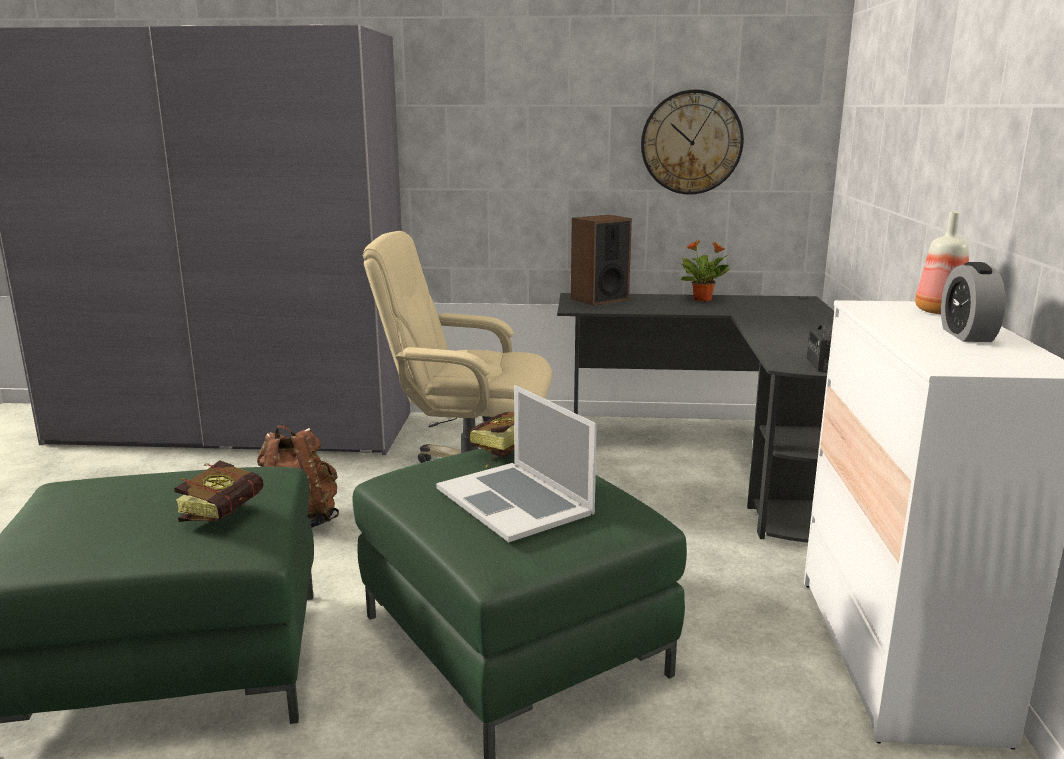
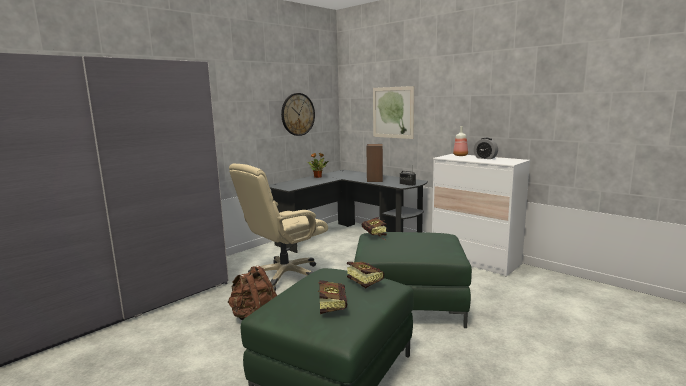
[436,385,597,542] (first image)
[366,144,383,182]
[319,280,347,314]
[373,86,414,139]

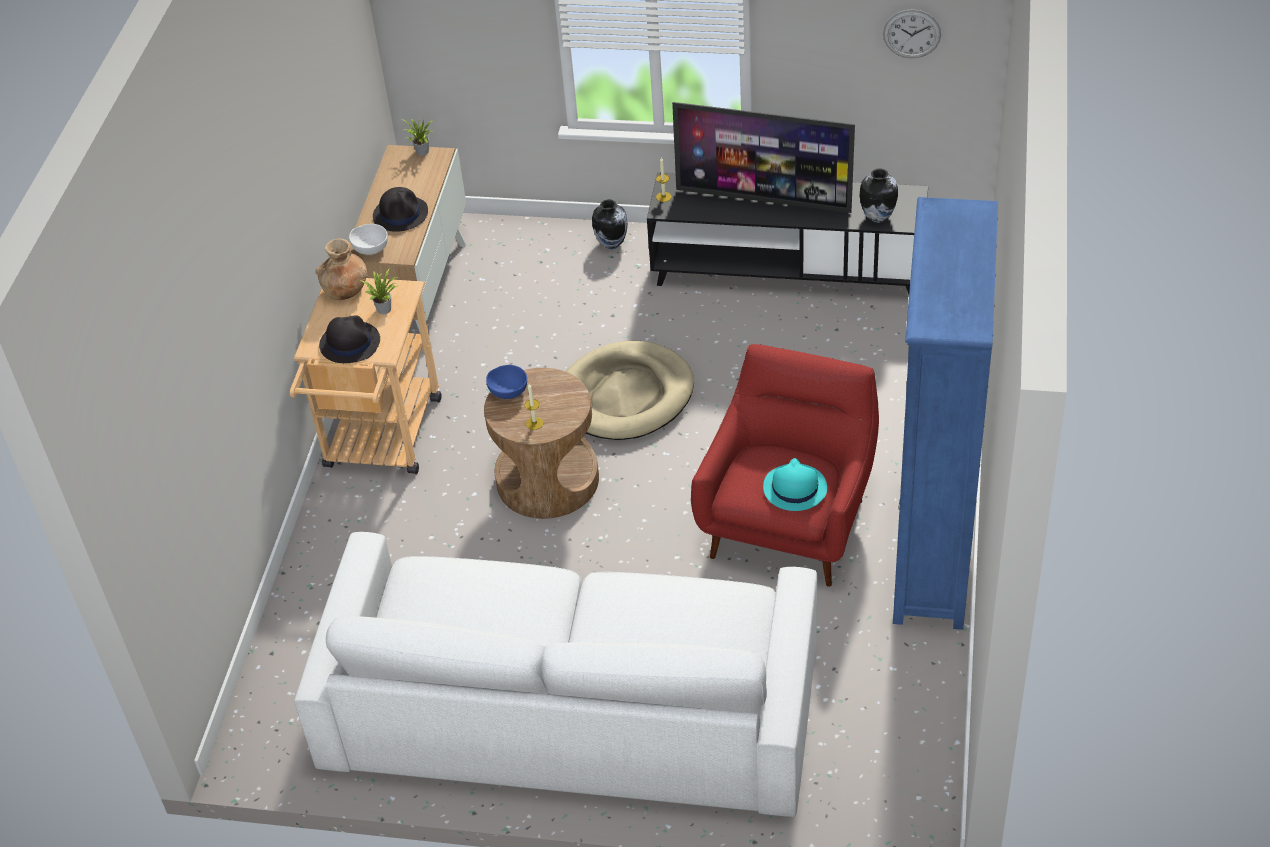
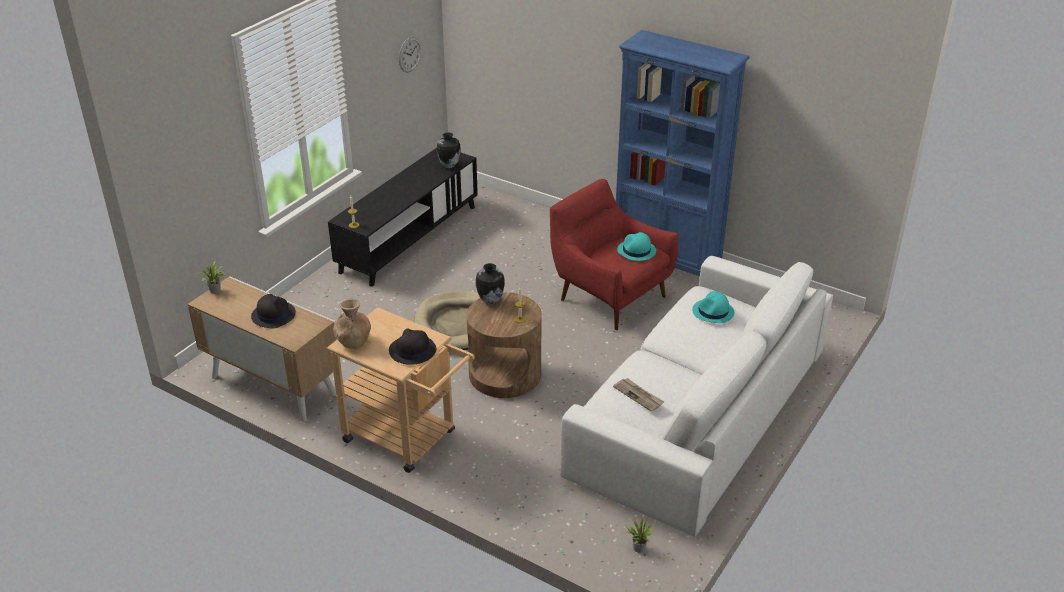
[349,224,388,255] (first image)
[625,513,658,553]
[486,365,527,399] (first image)
[476,263,505,305]
[672,102,855,213] (first image)
[613,378,664,412]
[692,291,734,323]

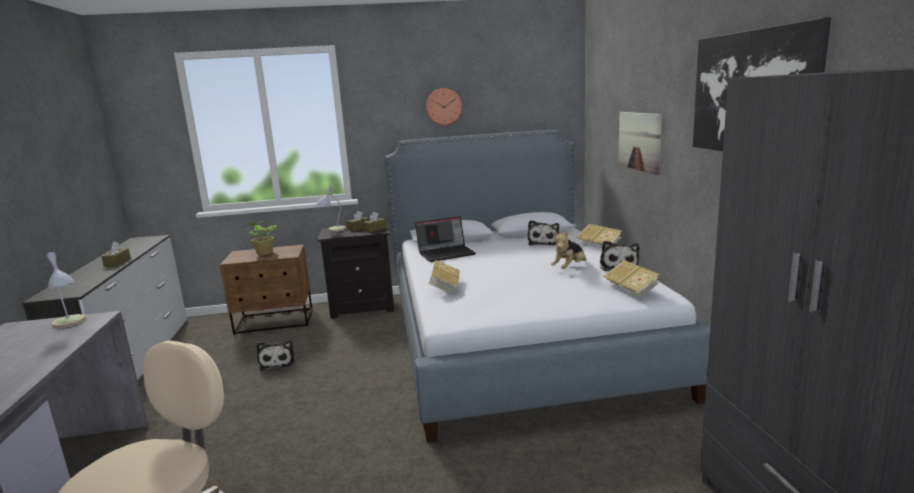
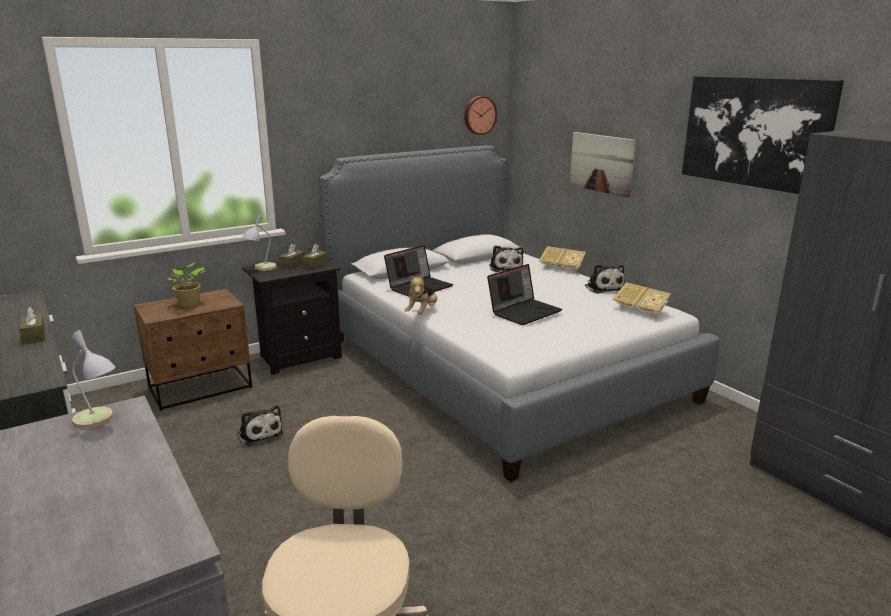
[464,96,497,135]
[428,260,460,294] (first image)
[405,274,437,315]
[487,264,562,325]

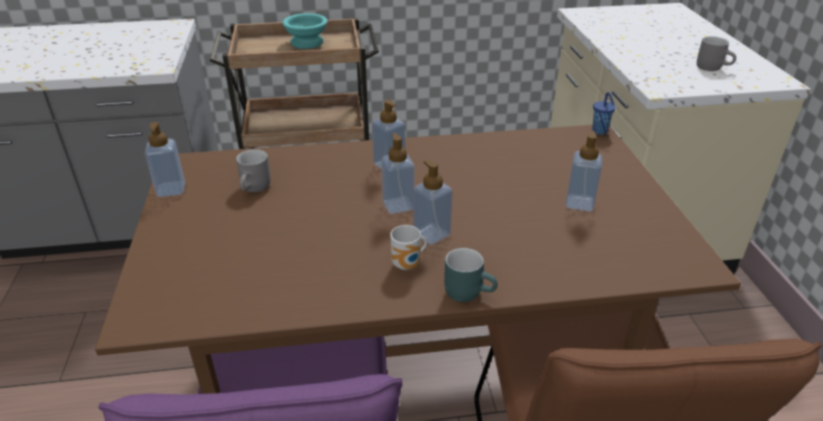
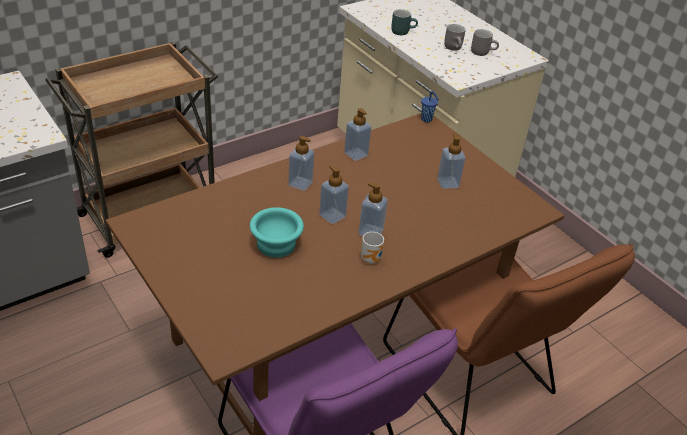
[344,108,371,161]
[444,24,466,51]
[250,207,304,258]
[391,9,418,35]

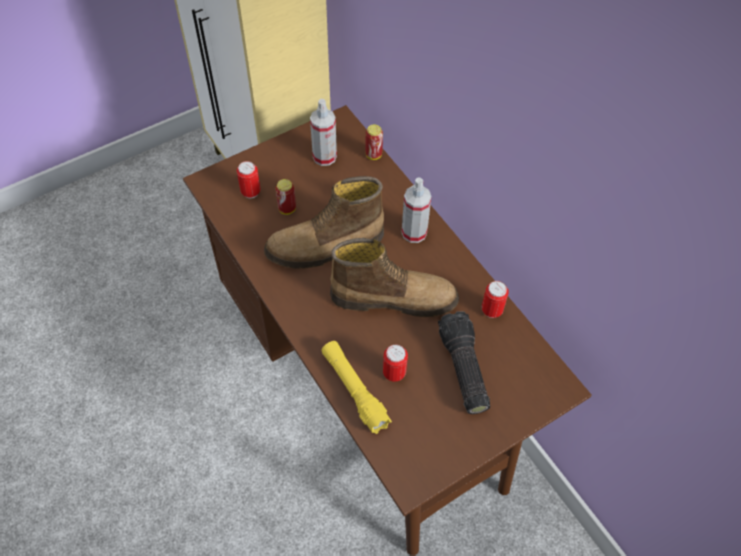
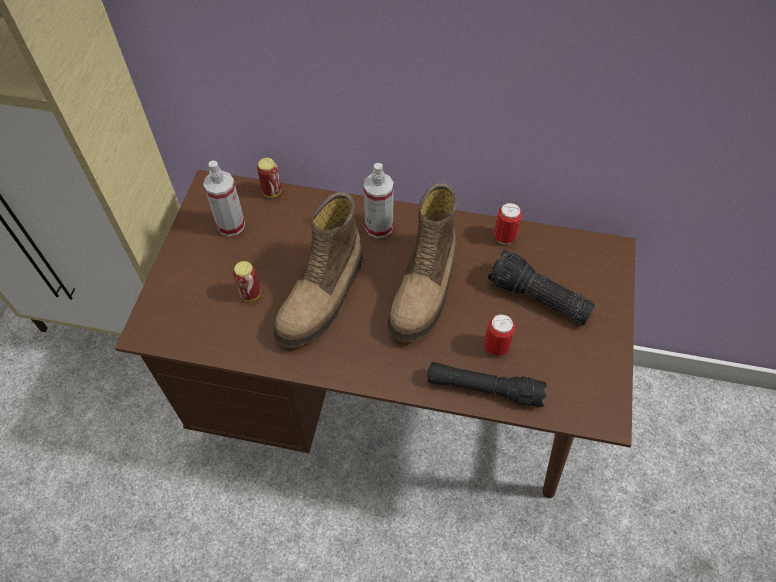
[237,161,261,198] (first image)
[427,362,547,407]
[387,183,457,342]

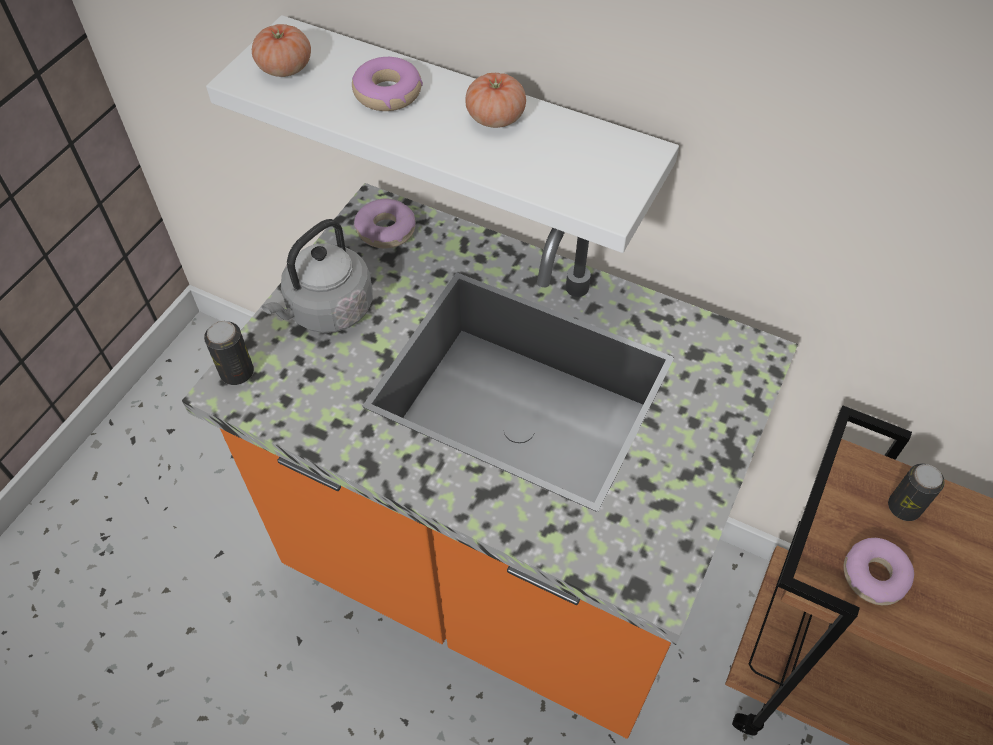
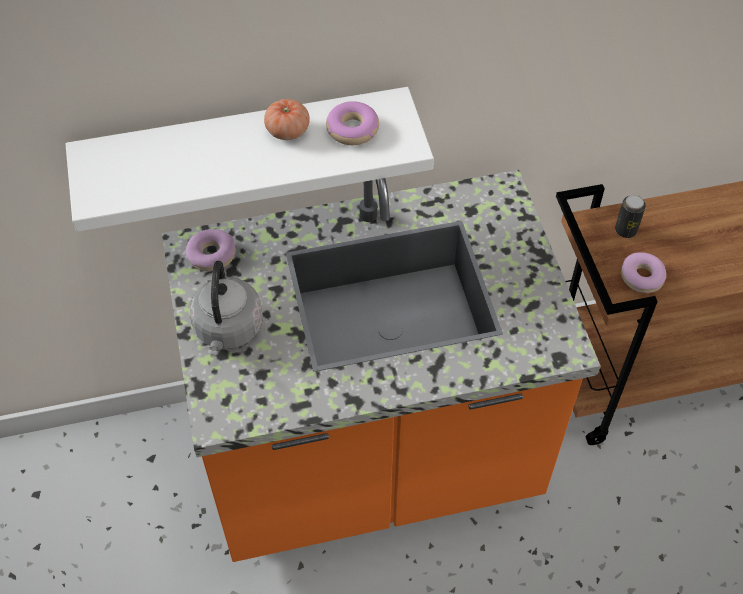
[204,321,254,385] (first image)
[252,24,311,77] (first image)
[326,101,379,145]

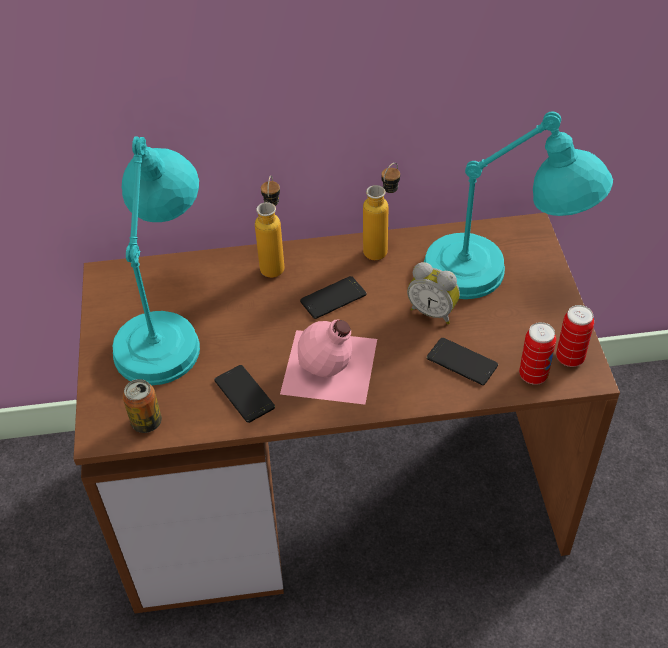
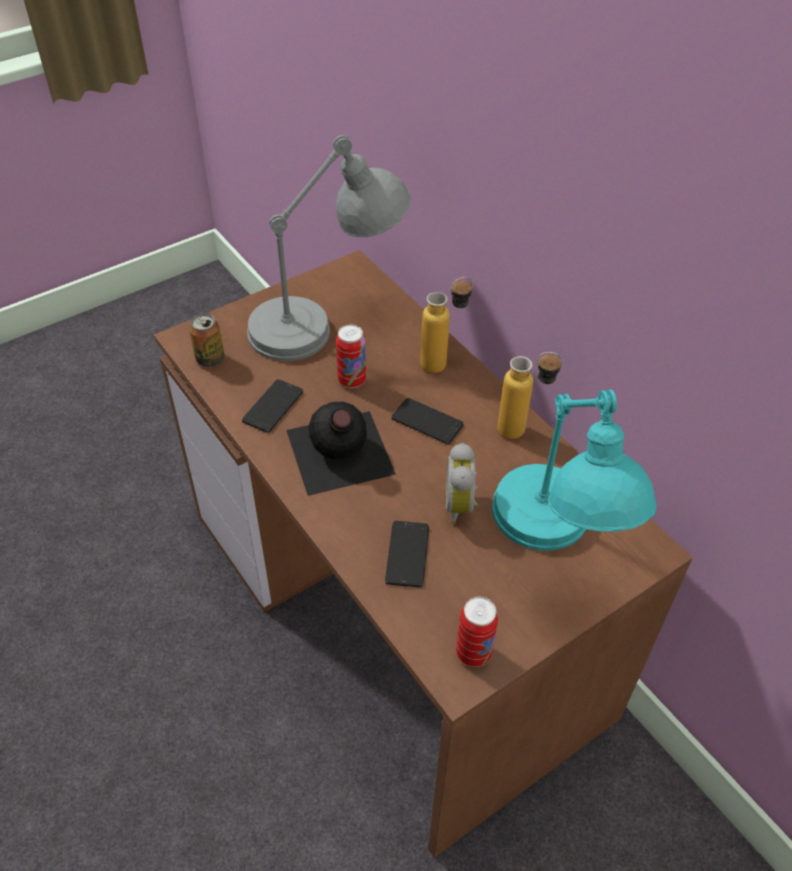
[247,135,411,361]
[286,401,396,496]
[336,324,366,388]

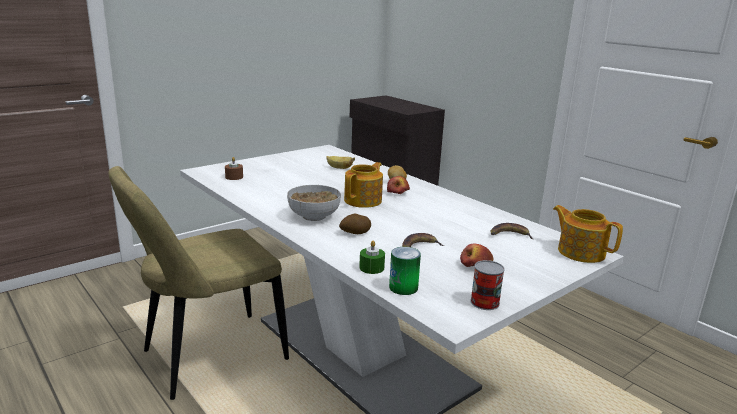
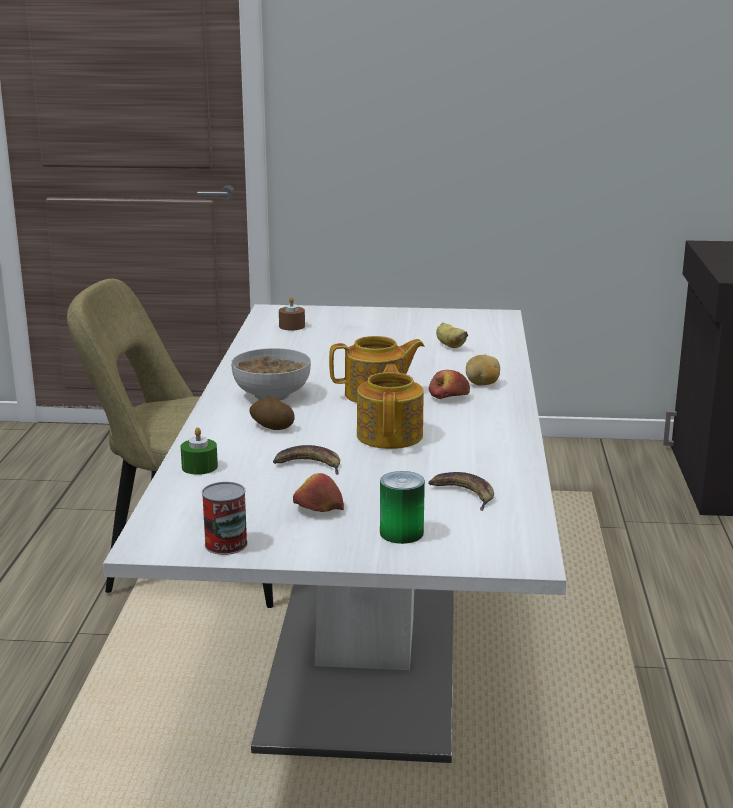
[380,471,425,544]
[357,364,424,449]

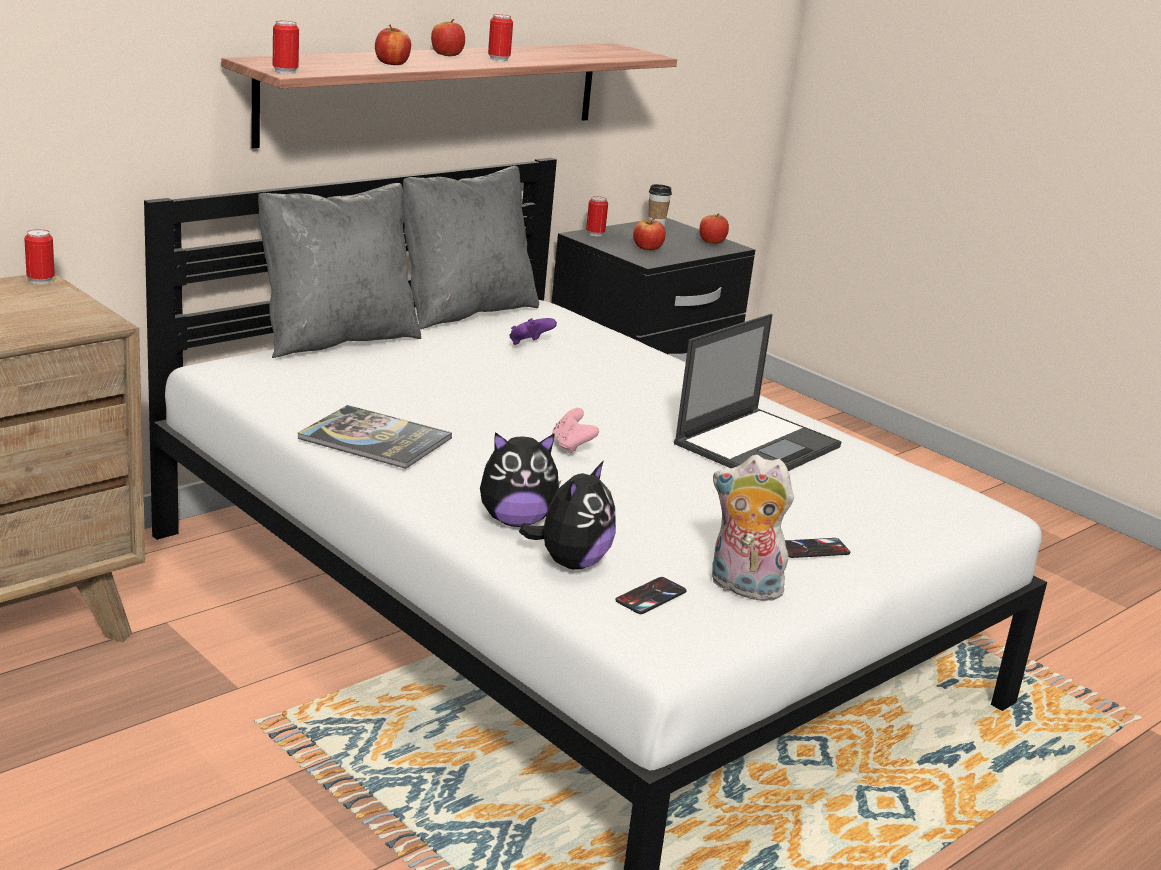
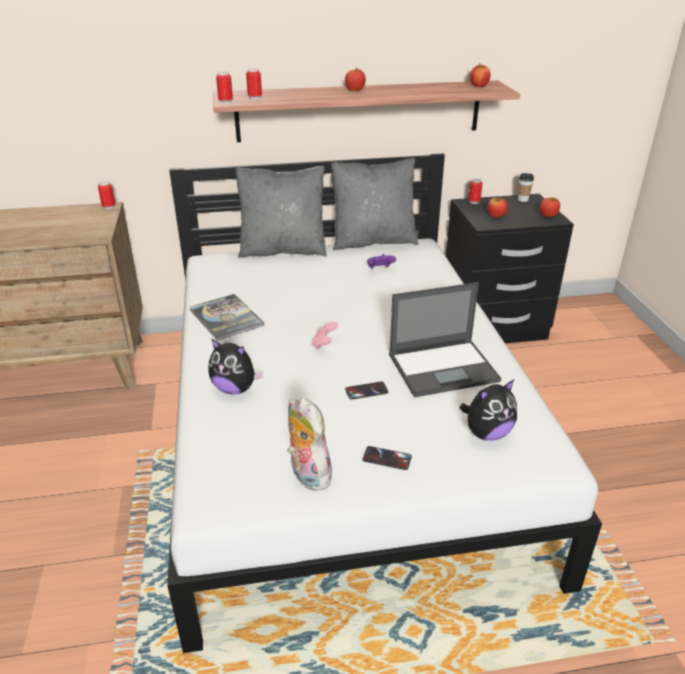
[470,63,491,87]
[246,69,262,99]
[459,380,517,441]
[345,381,388,400]

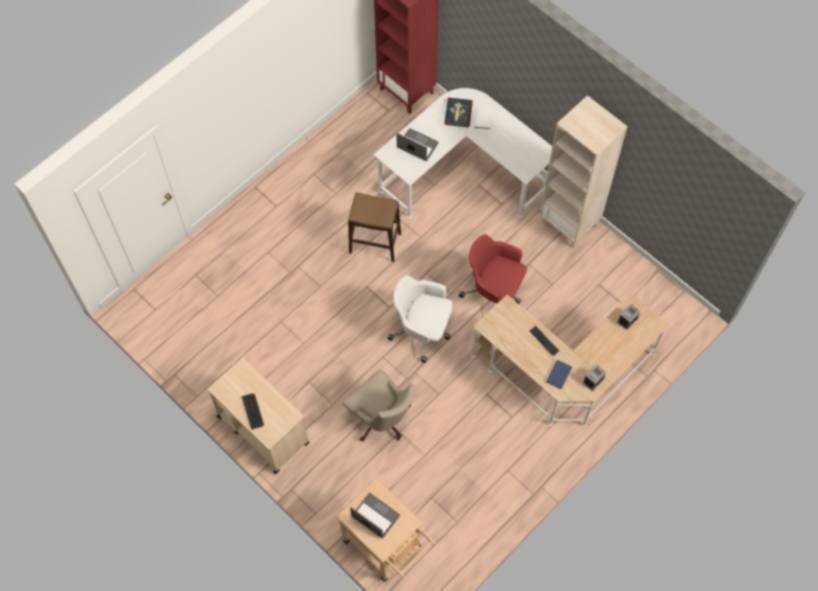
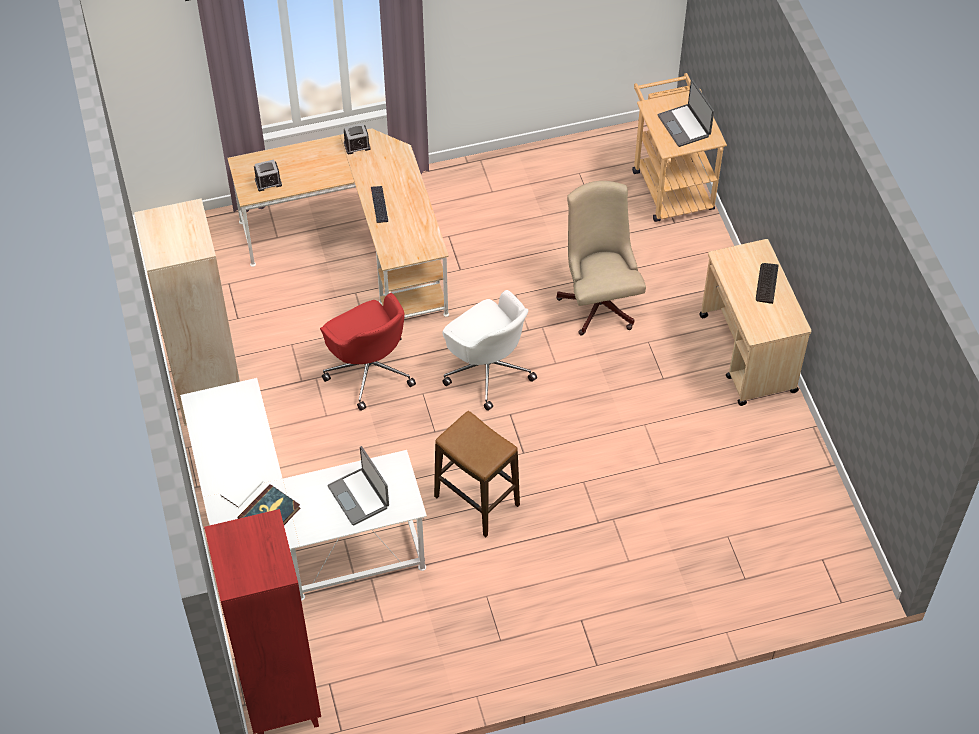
[546,360,572,389] (first image)

